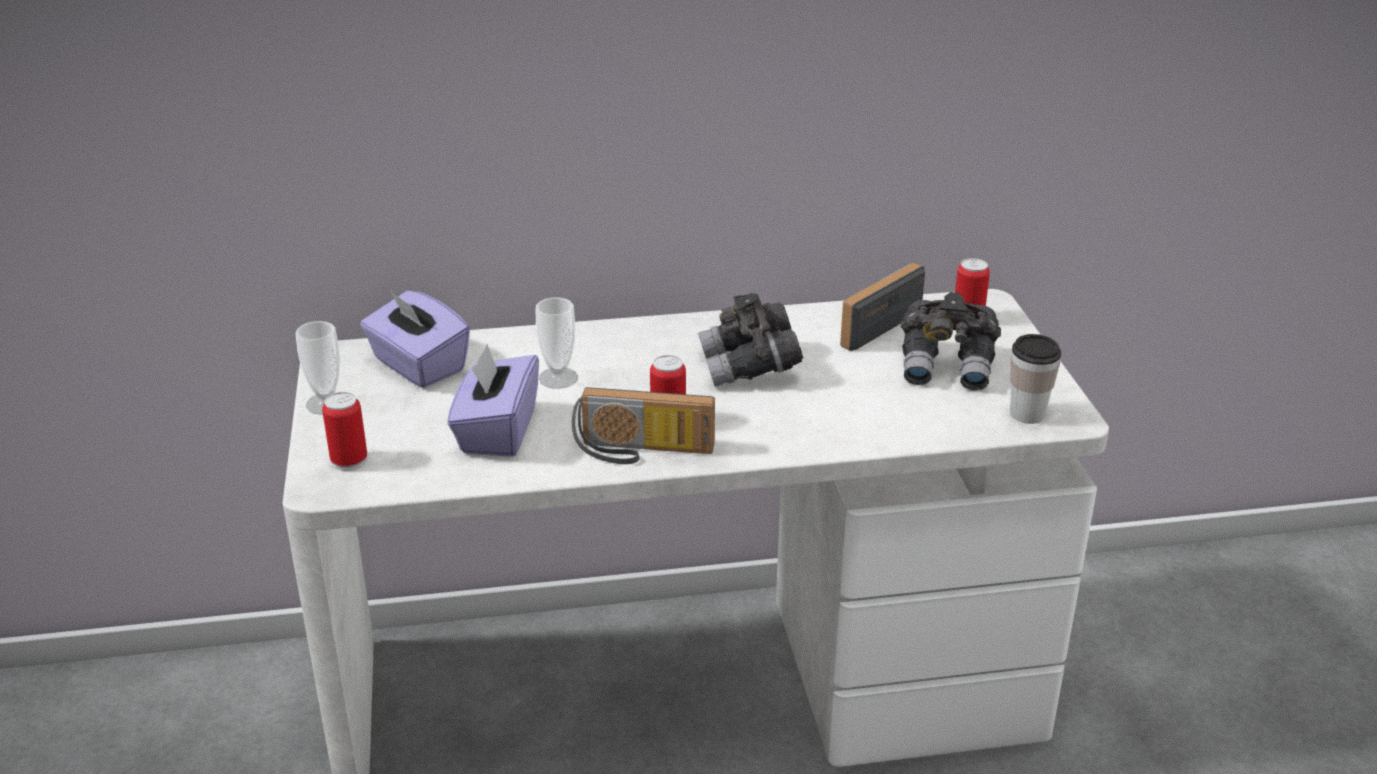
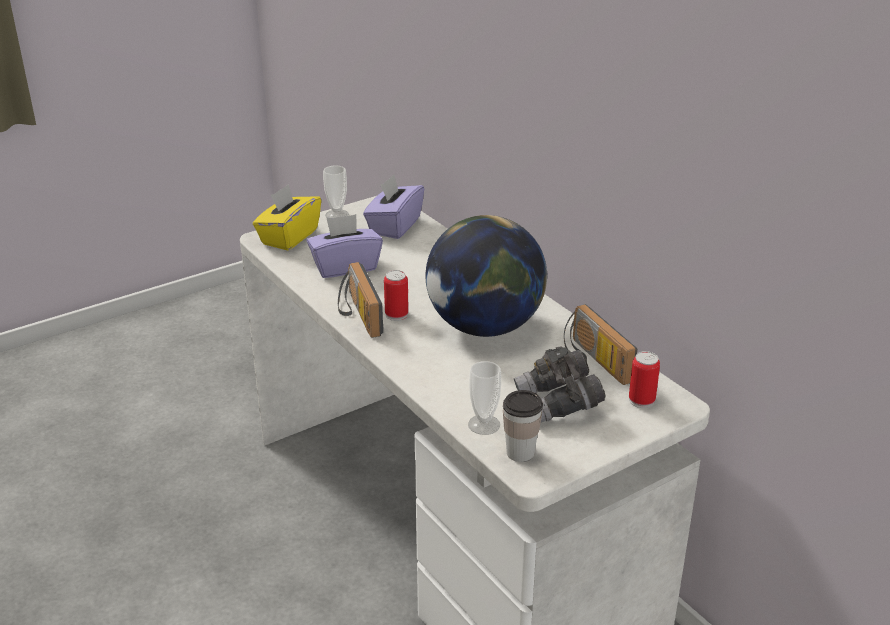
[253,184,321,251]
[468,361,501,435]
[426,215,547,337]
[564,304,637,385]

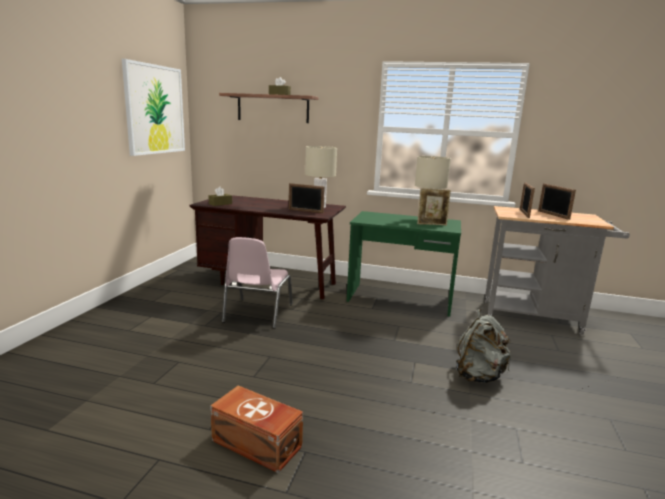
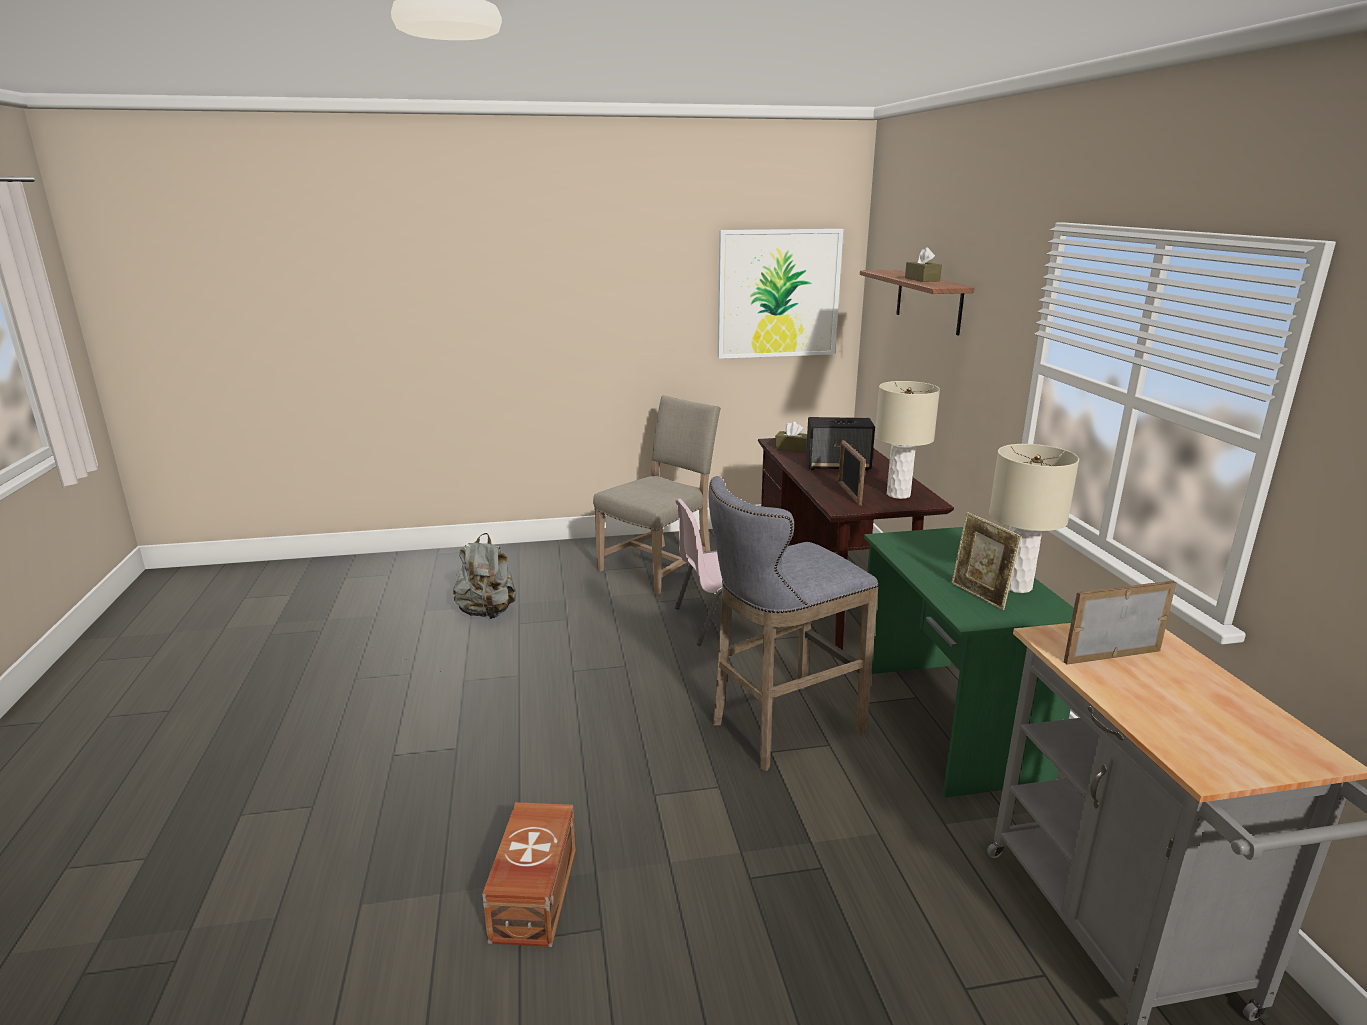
[482,802,576,947]
[453,533,516,619]
[538,183,576,220] (first image)
[593,395,721,595]
[709,476,879,771]
[806,417,875,471]

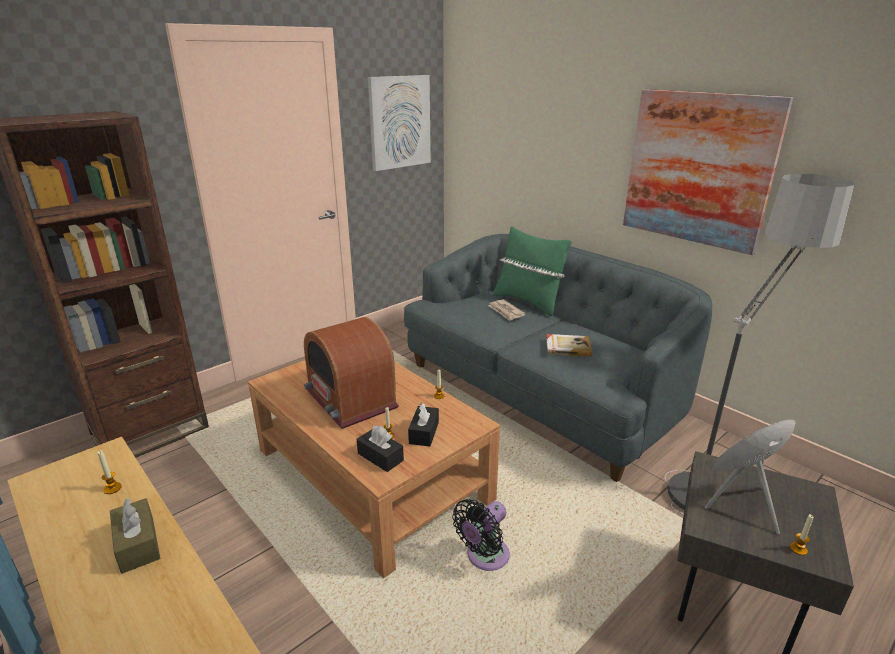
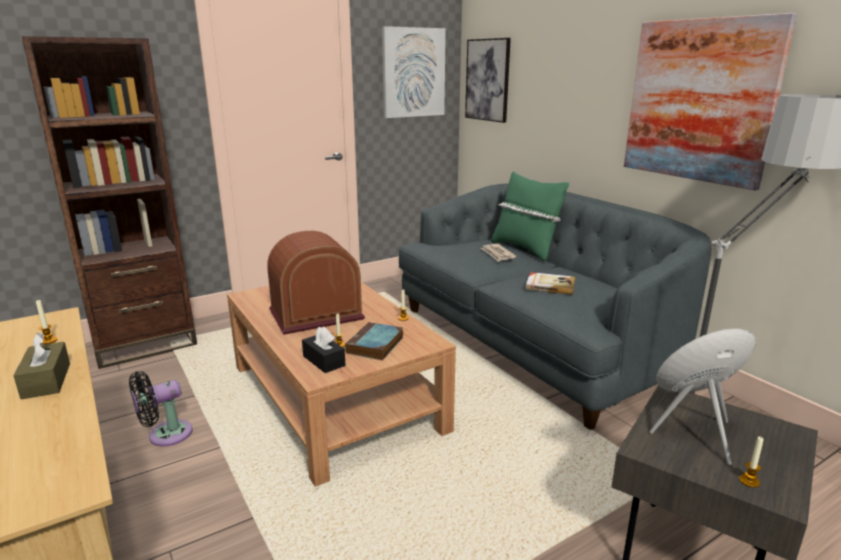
[267,231,365,335]
[345,322,403,361]
[129,371,193,446]
[465,38,511,123]

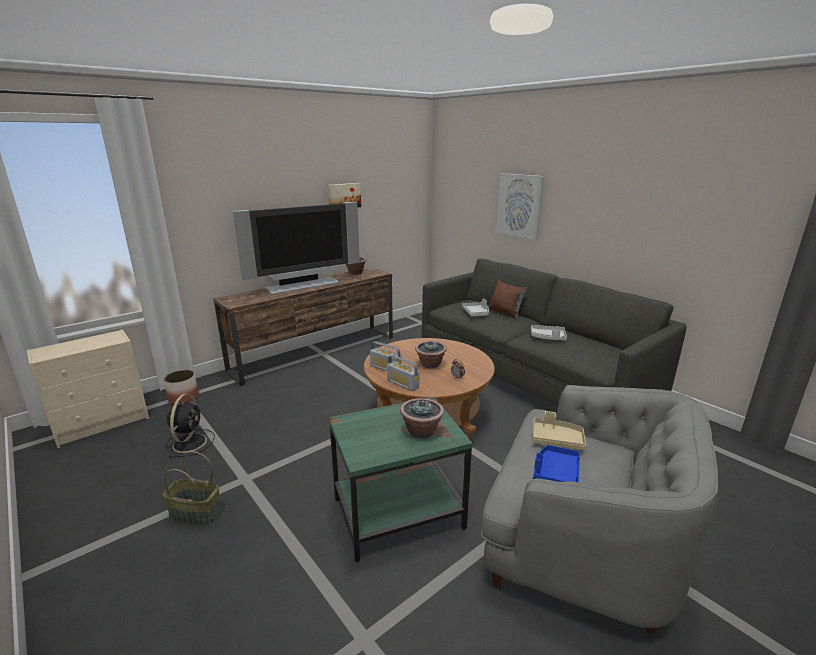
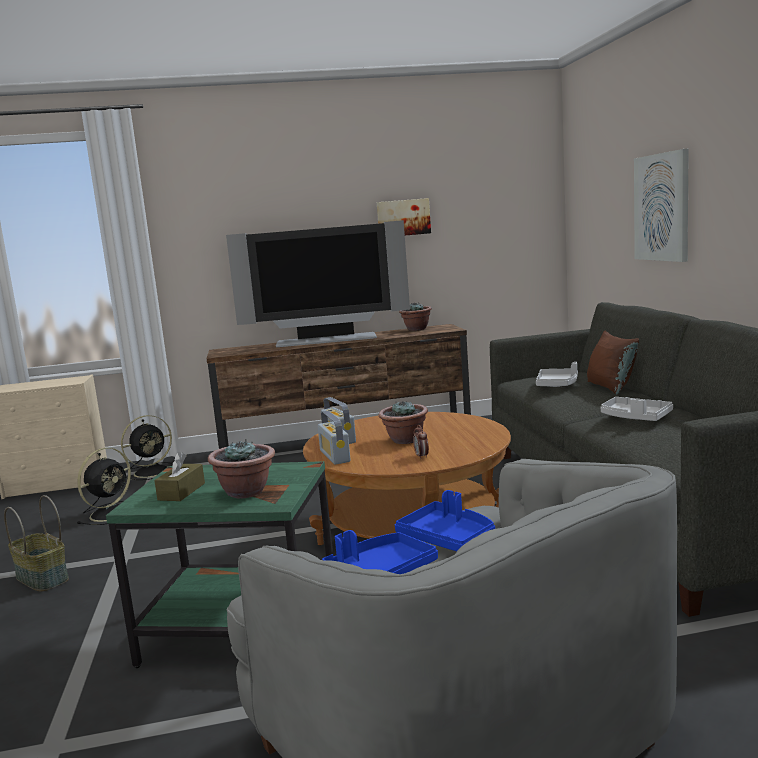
[121,415,173,480]
[395,490,495,551]
[154,452,205,501]

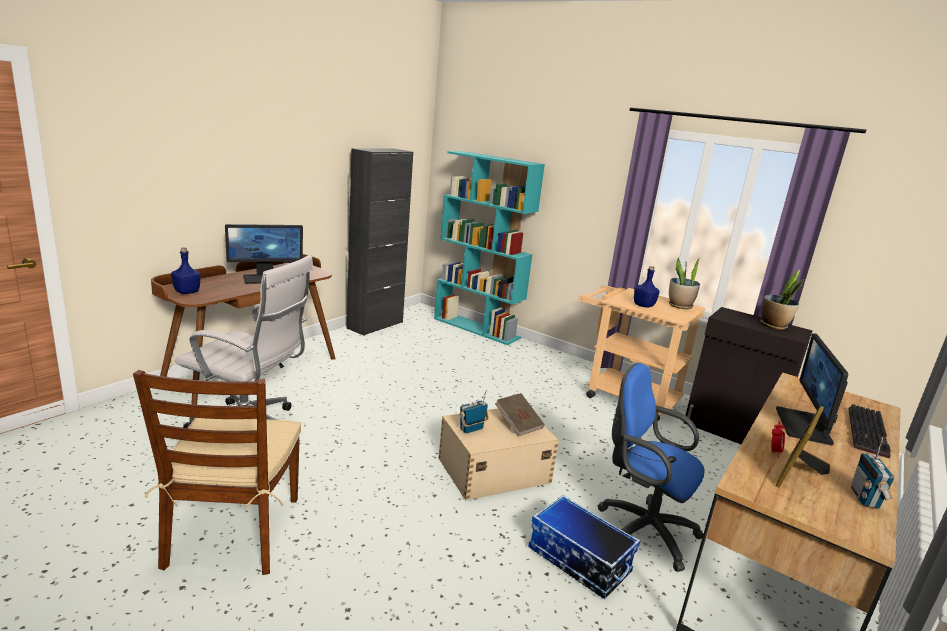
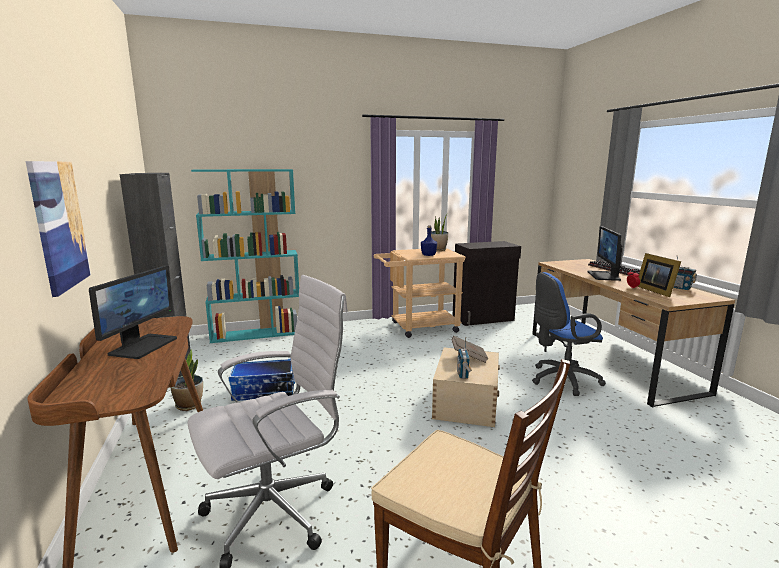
[171,247,201,294] (first image)
[229,359,295,401]
[170,349,203,411]
[587,226,623,281]
[26,161,91,297]

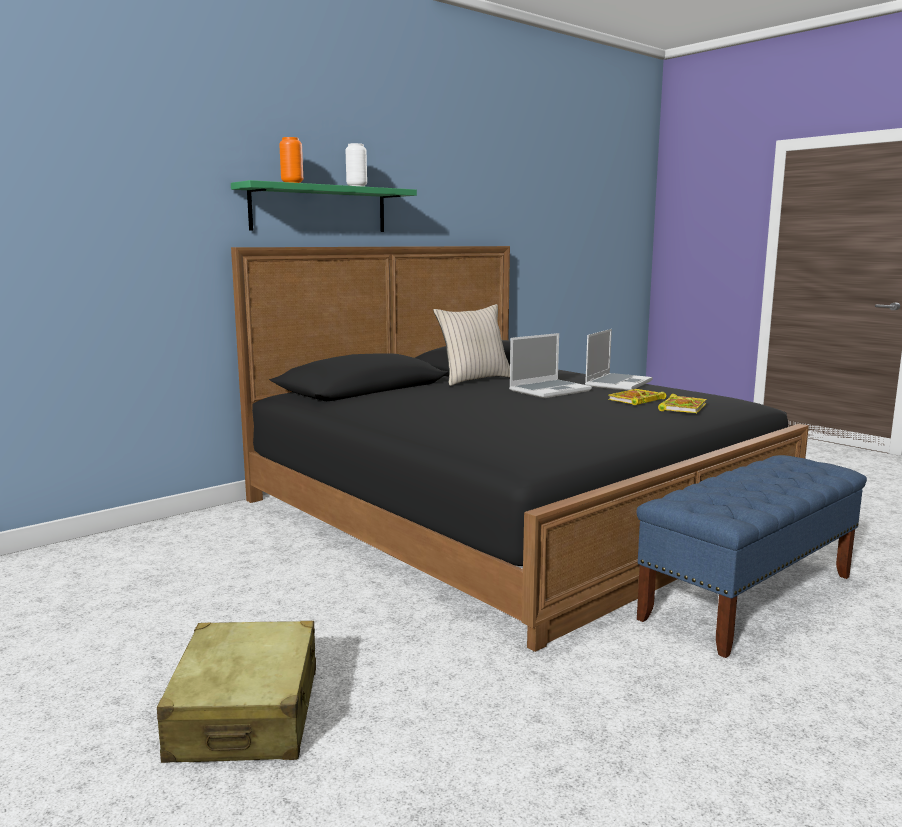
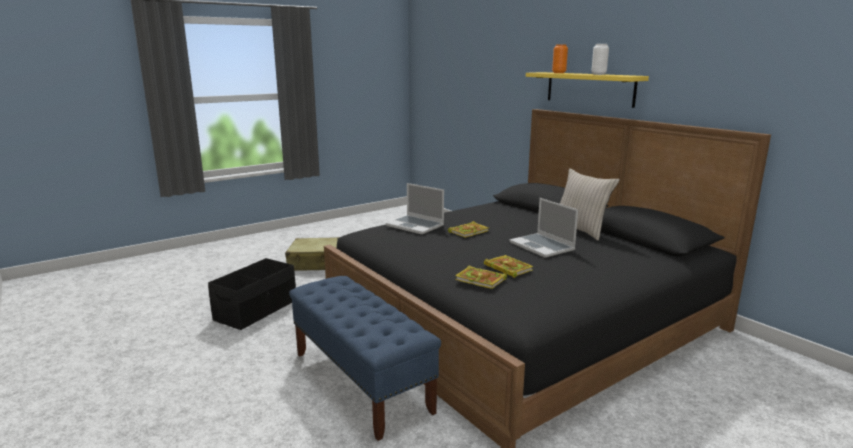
[526,72,649,108]
[386,183,444,235]
[208,258,296,330]
[448,221,489,238]

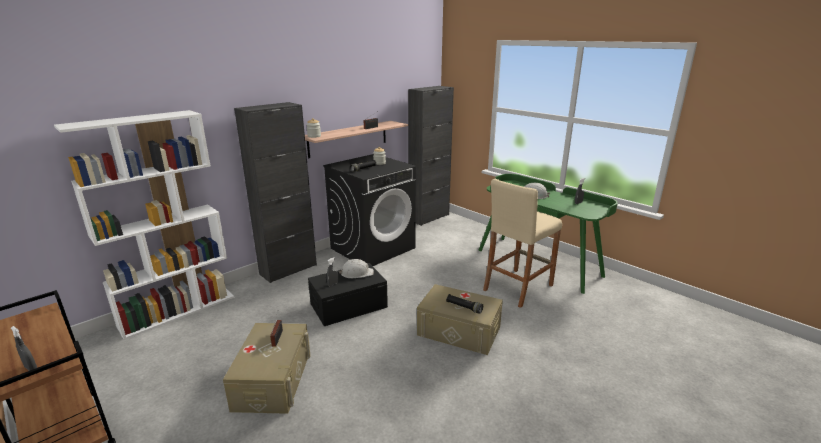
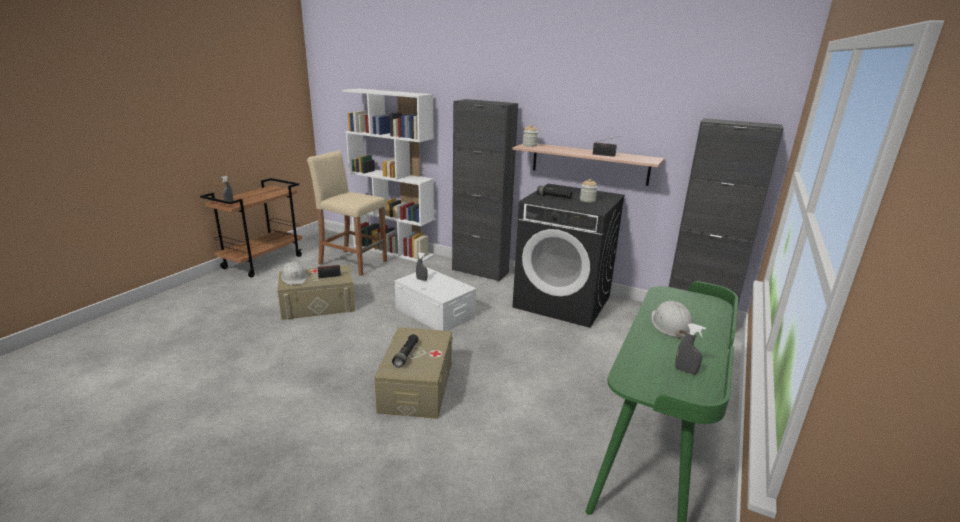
[395,268,476,331]
[281,262,307,285]
[307,151,387,276]

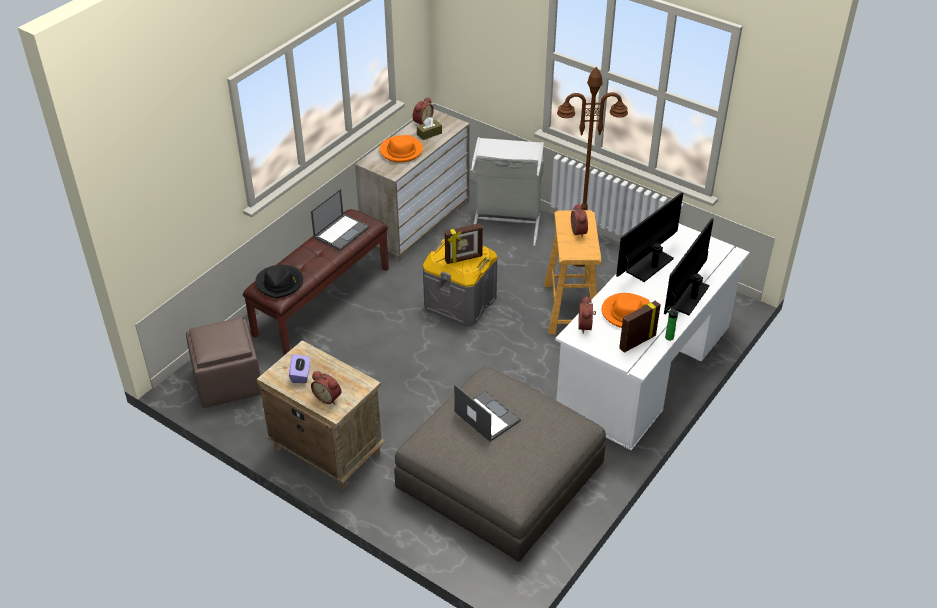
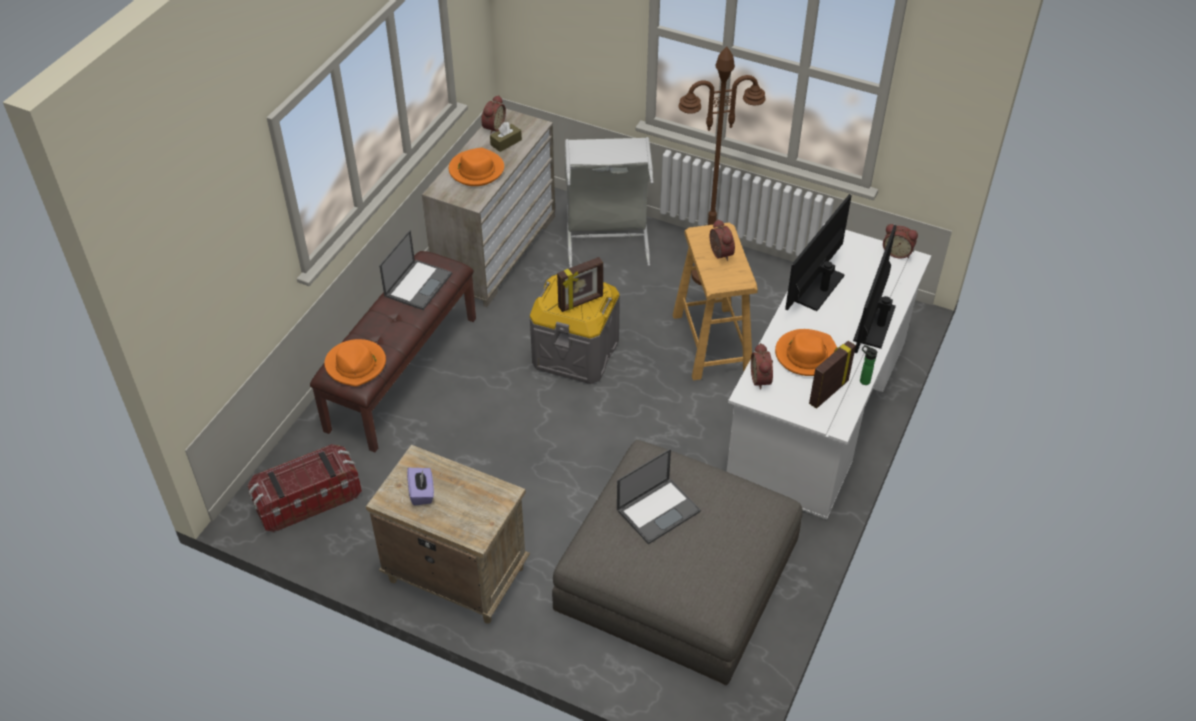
[248,444,362,533]
[324,339,386,387]
[883,224,918,259]
[617,448,701,544]

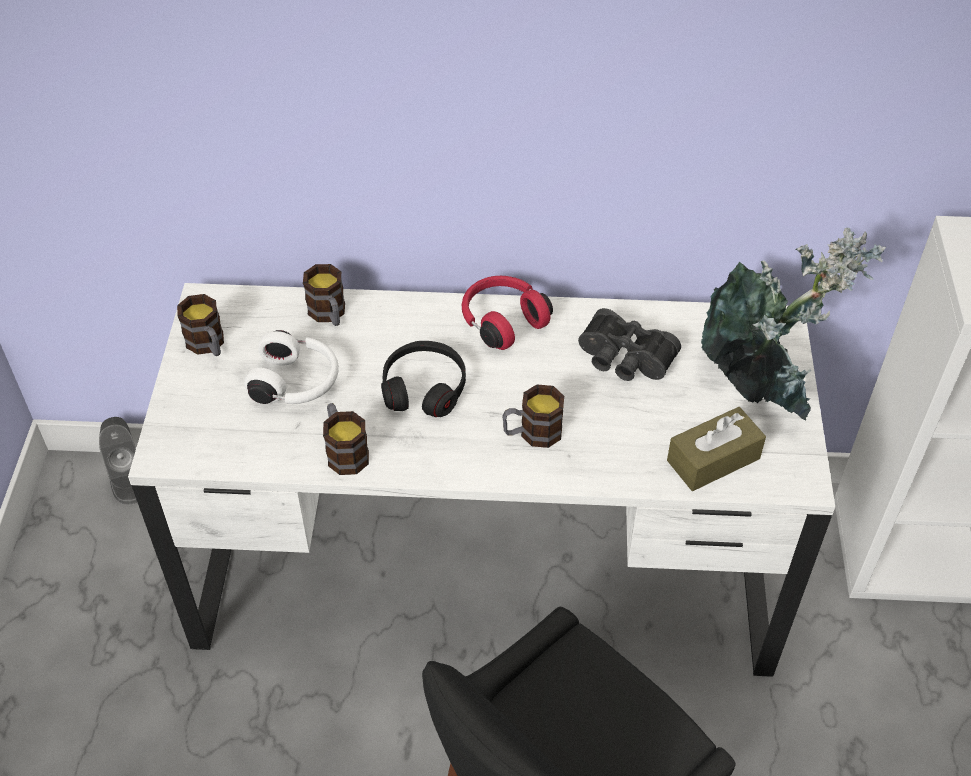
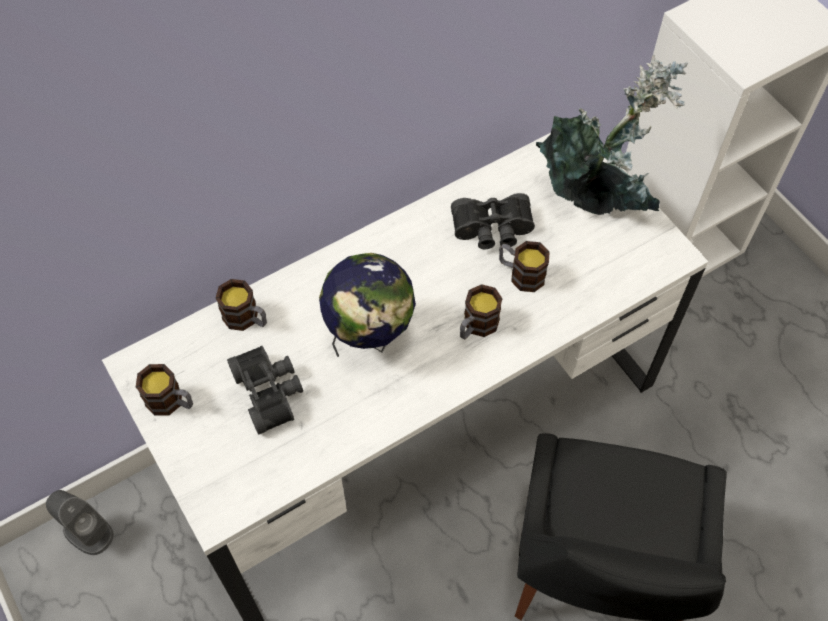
[227,346,303,435]
[499,241,550,292]
[319,253,416,357]
[462,276,553,350] (first image)
[667,407,766,491] (first image)

